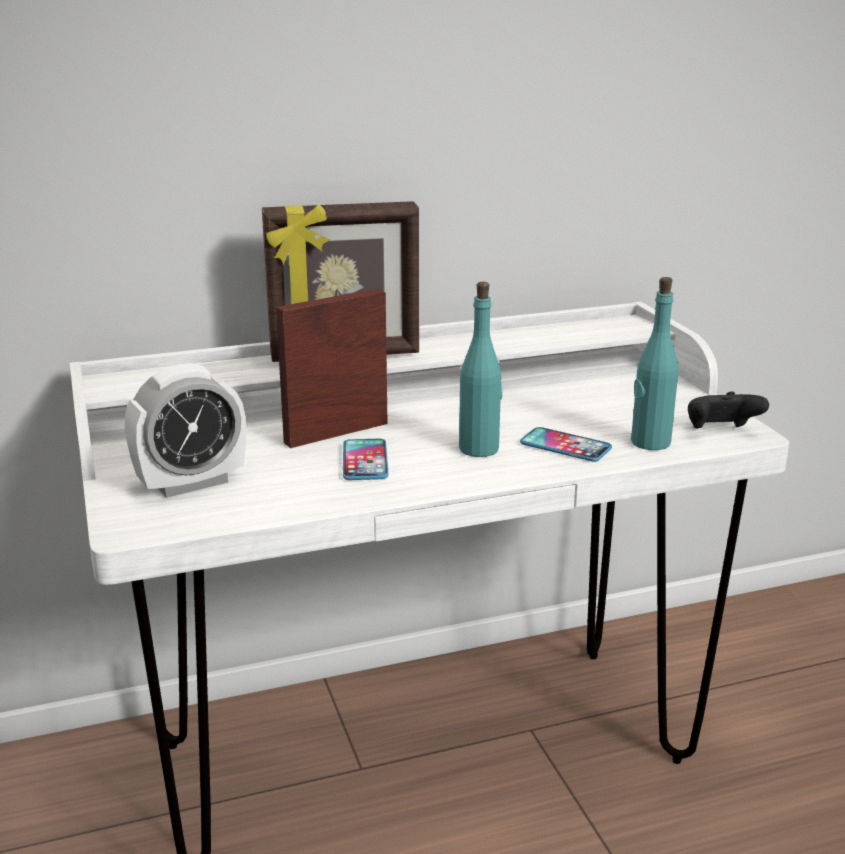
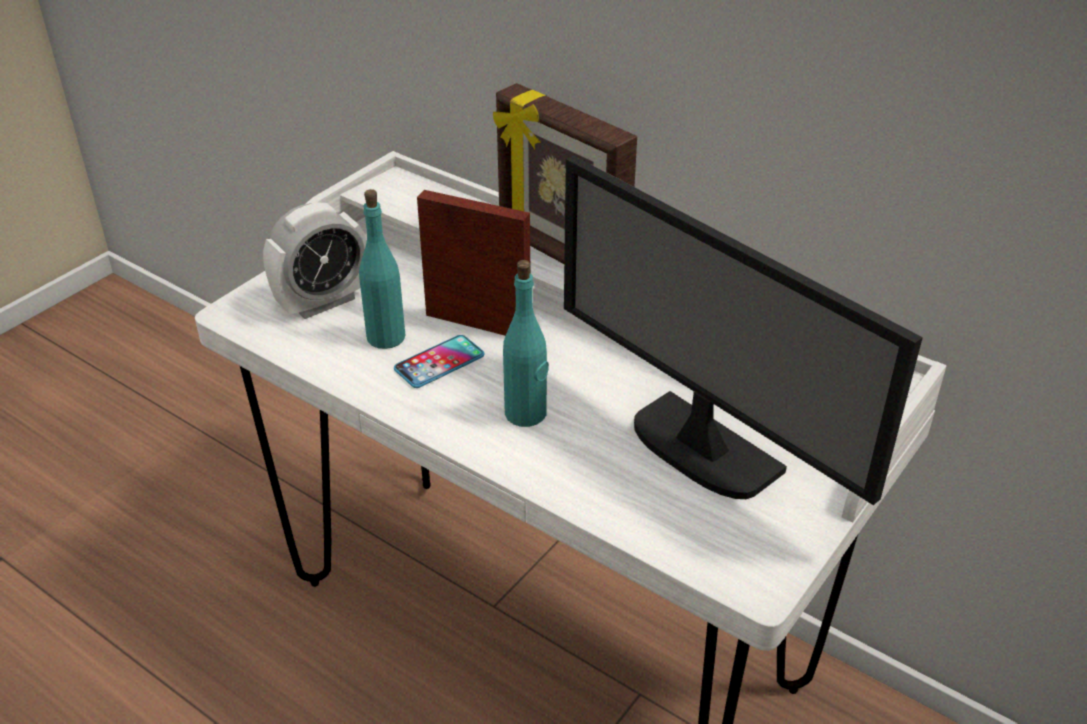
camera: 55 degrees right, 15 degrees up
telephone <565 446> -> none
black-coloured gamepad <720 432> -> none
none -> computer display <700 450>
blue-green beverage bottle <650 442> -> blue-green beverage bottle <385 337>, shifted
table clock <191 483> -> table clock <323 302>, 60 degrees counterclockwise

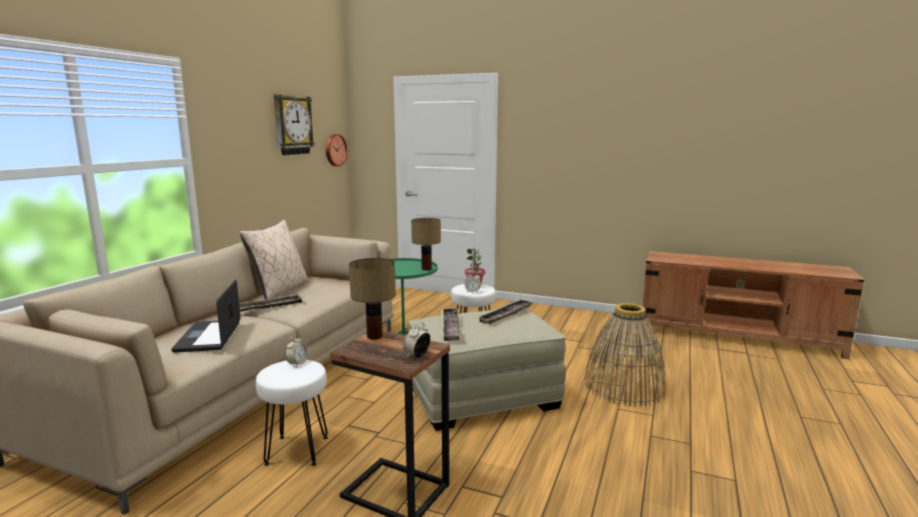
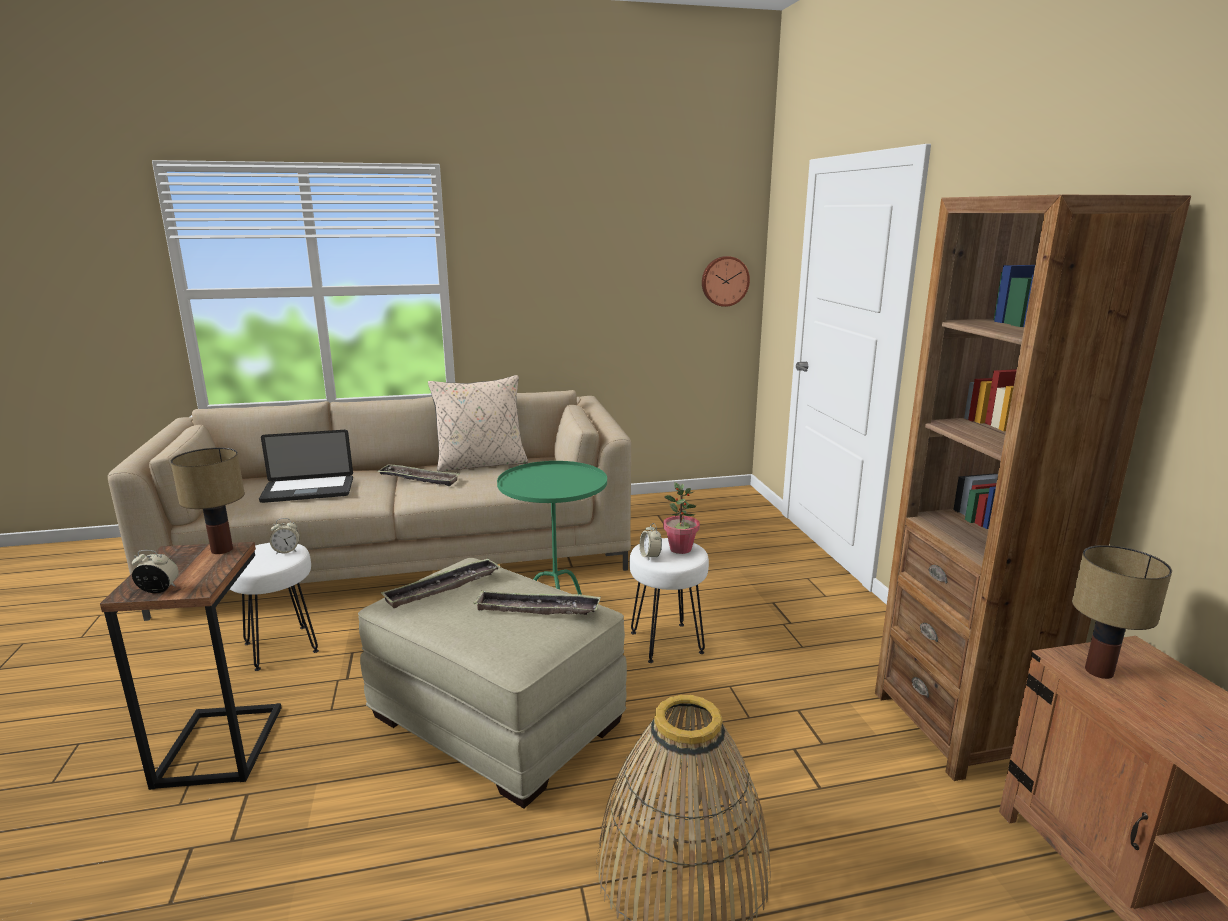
camera: 55 degrees right, 5 degrees up
hanging clock <292 125> -> none
none -> brown-coloured bookshelf <960 725>
table lamp <426 269> -> table lamp <1099 671>, shifted
portable computer <209 337> -> portable computer <308 490>, 150 degrees counterclockwise

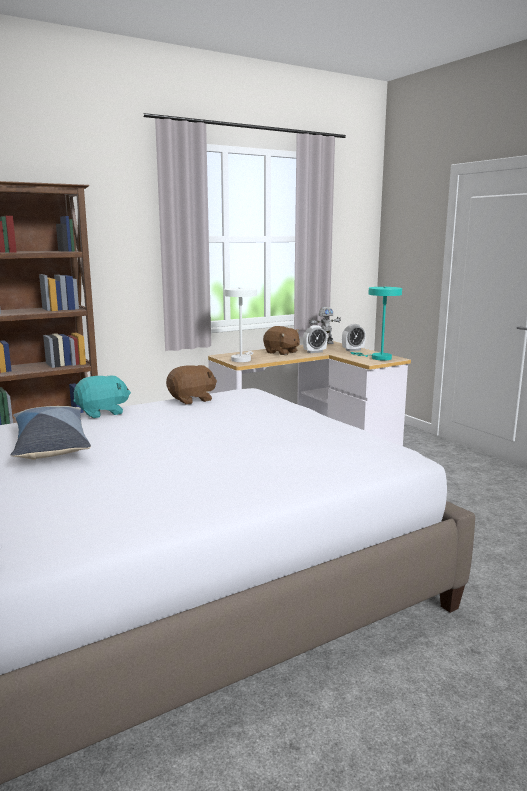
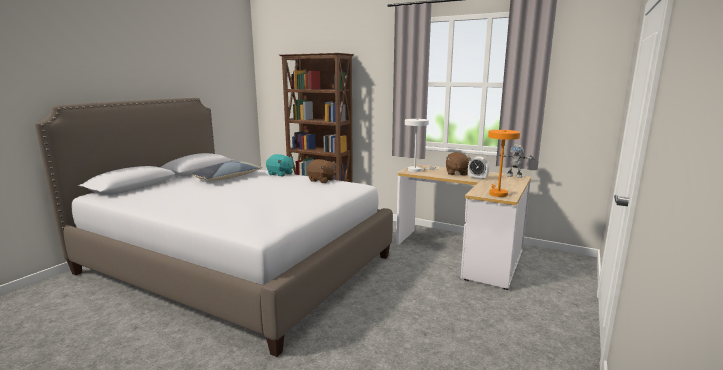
camera: 60 degrees right, 0 degrees up
table clock <353 350> -> none
blue-green table lamp <377 358> -> orange table lamp <497 193>

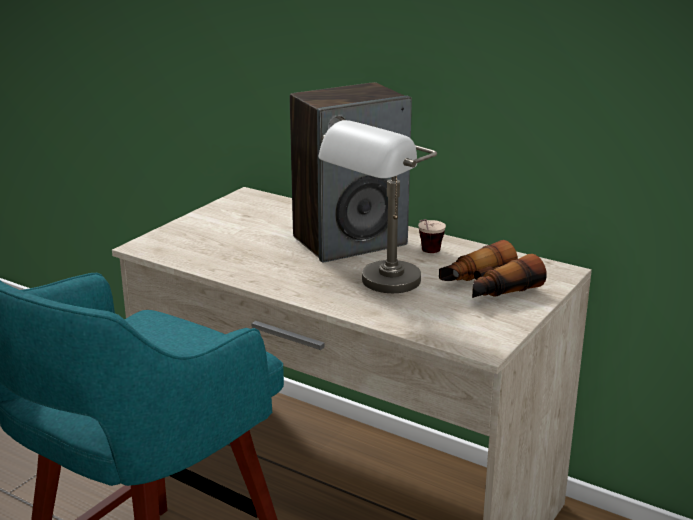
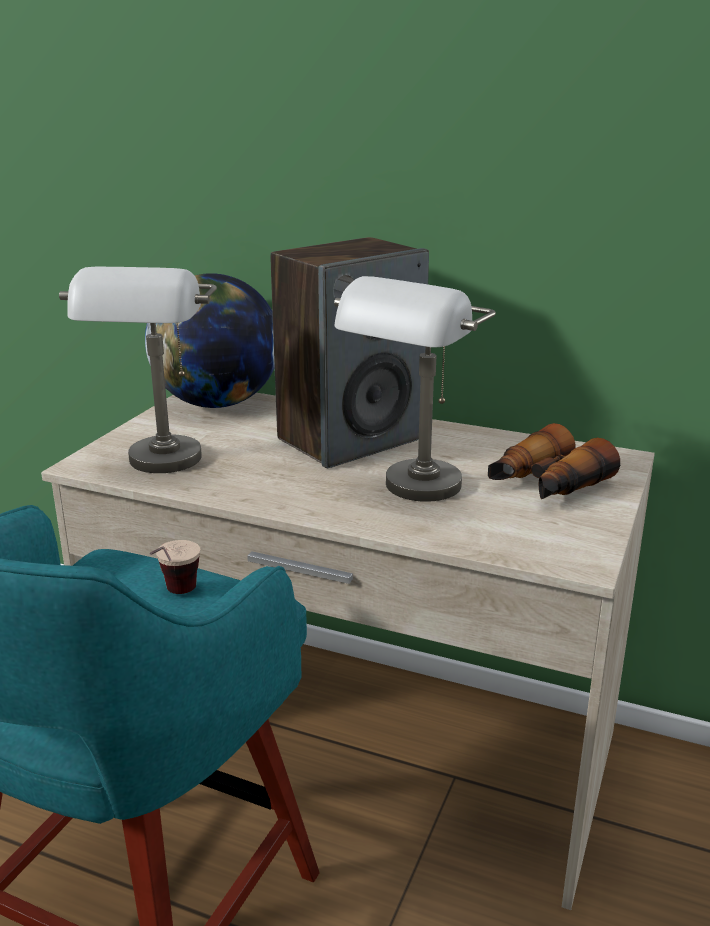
camera: 10 degrees left, 0 degrees up
none -> grey table lamp <161 469>
none -> globe <217 403>
drinking cup <427 254> -> drinking cup <174 596>, shifted

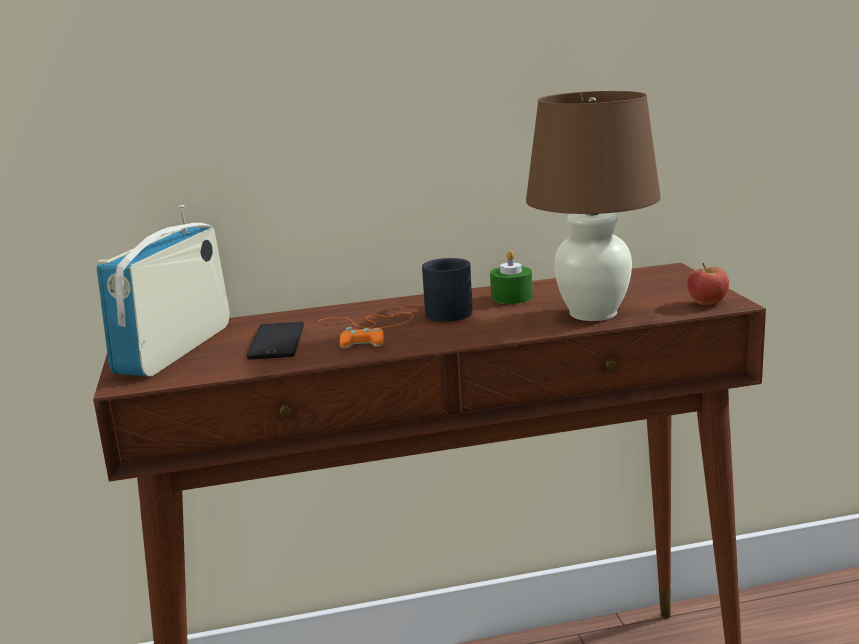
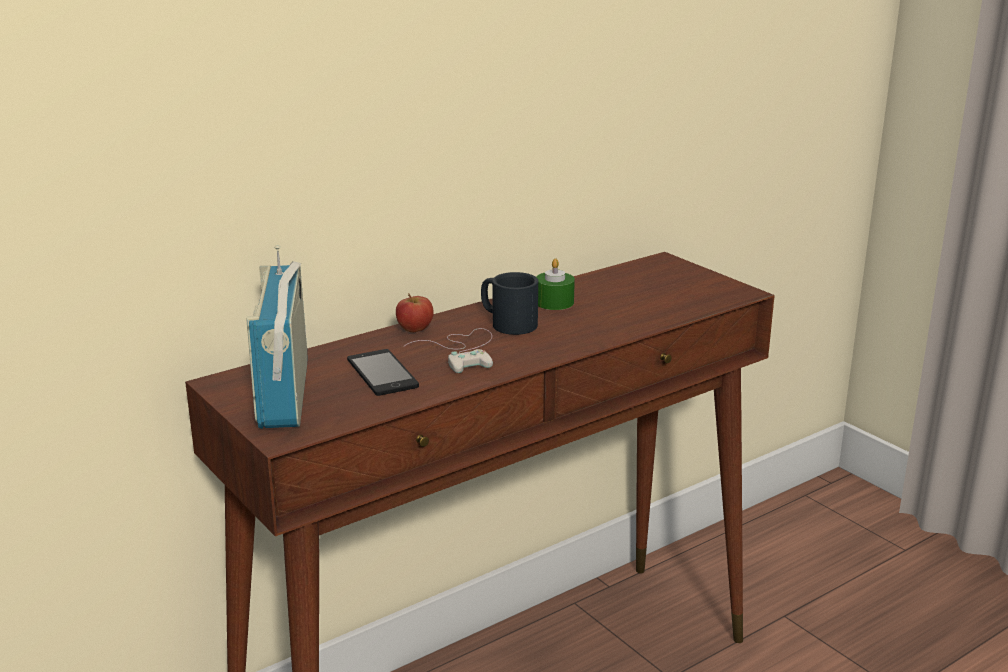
camera: 25 degrees left, 5 degrees up
brown-coloured table lamp <592 313> -> none
whole apple <707 303> -> whole apple <415 330>, shifted
orange gamepad <372 331> -> white gamepad <463 351>

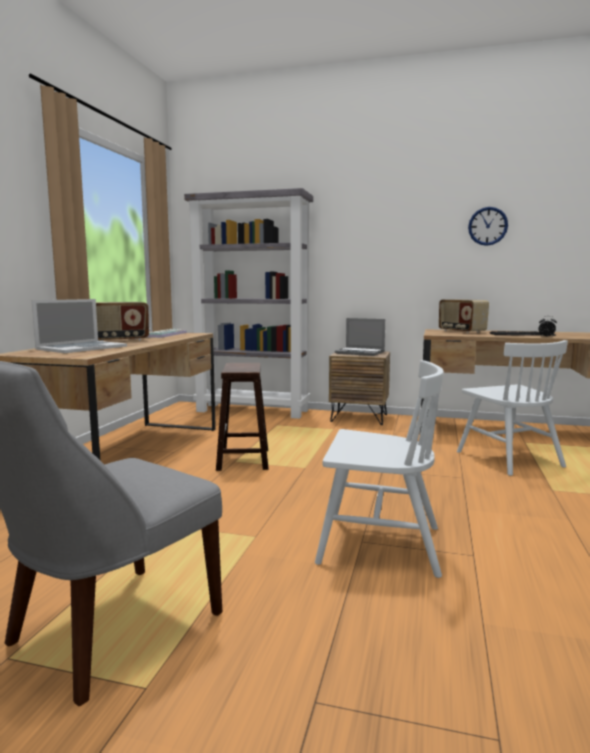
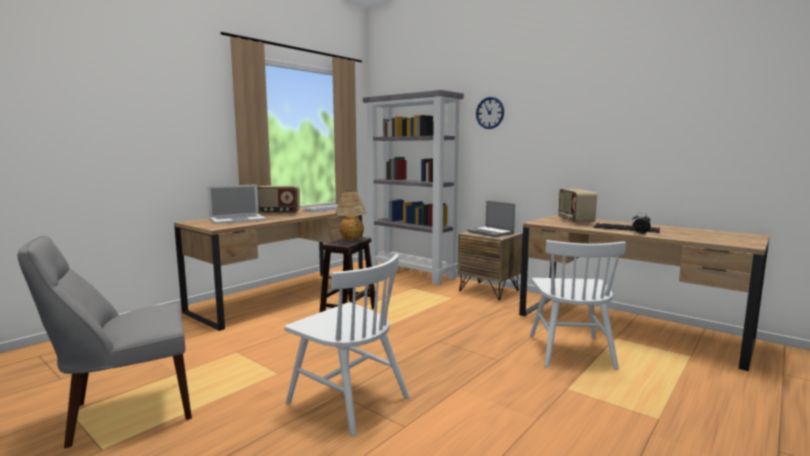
camera: 25 degrees right, 0 degrees up
none -> table lamp <351 240>
hanging clock <487 226> -> hanging clock <490 113>, shifted

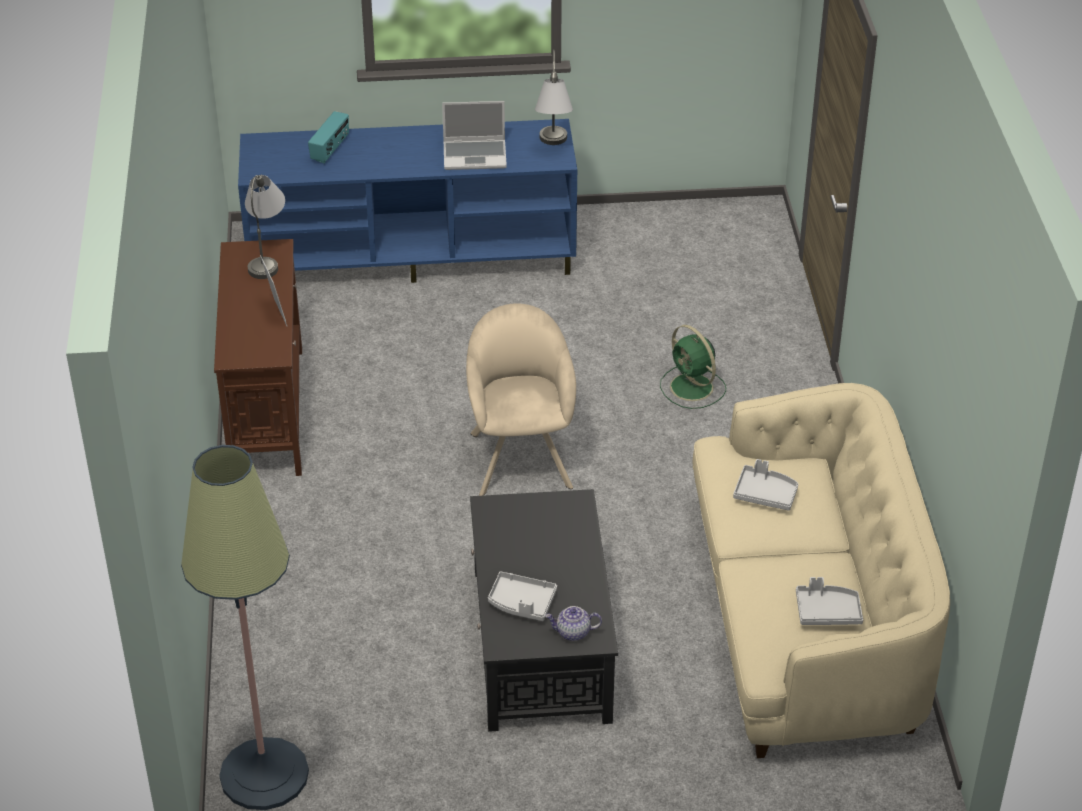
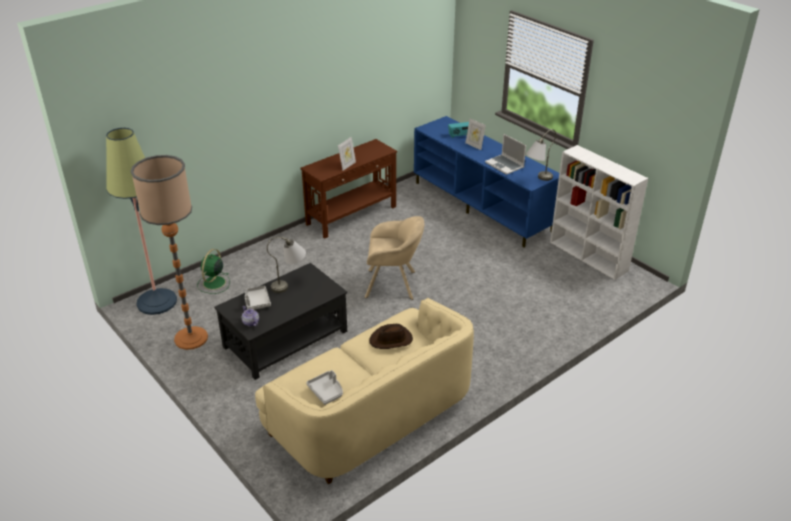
camera: 55 degrees right, 5 degrees down
none -> standing lamp <191 338>
none -> photo frame <474 146>
none -> white bookshelf <589 257>
grey table lamp <267 257> -> grey table lamp <290 284>, shifted
green-coloured cooling fan <693 388> -> green-coloured cooling fan <213 283>, shifted
grey carrying tray <765 494> -> brown-coloured hat <391 340>
beige armchair <520 455> -> beige armchair <394 284>, 45 degrees clockwise

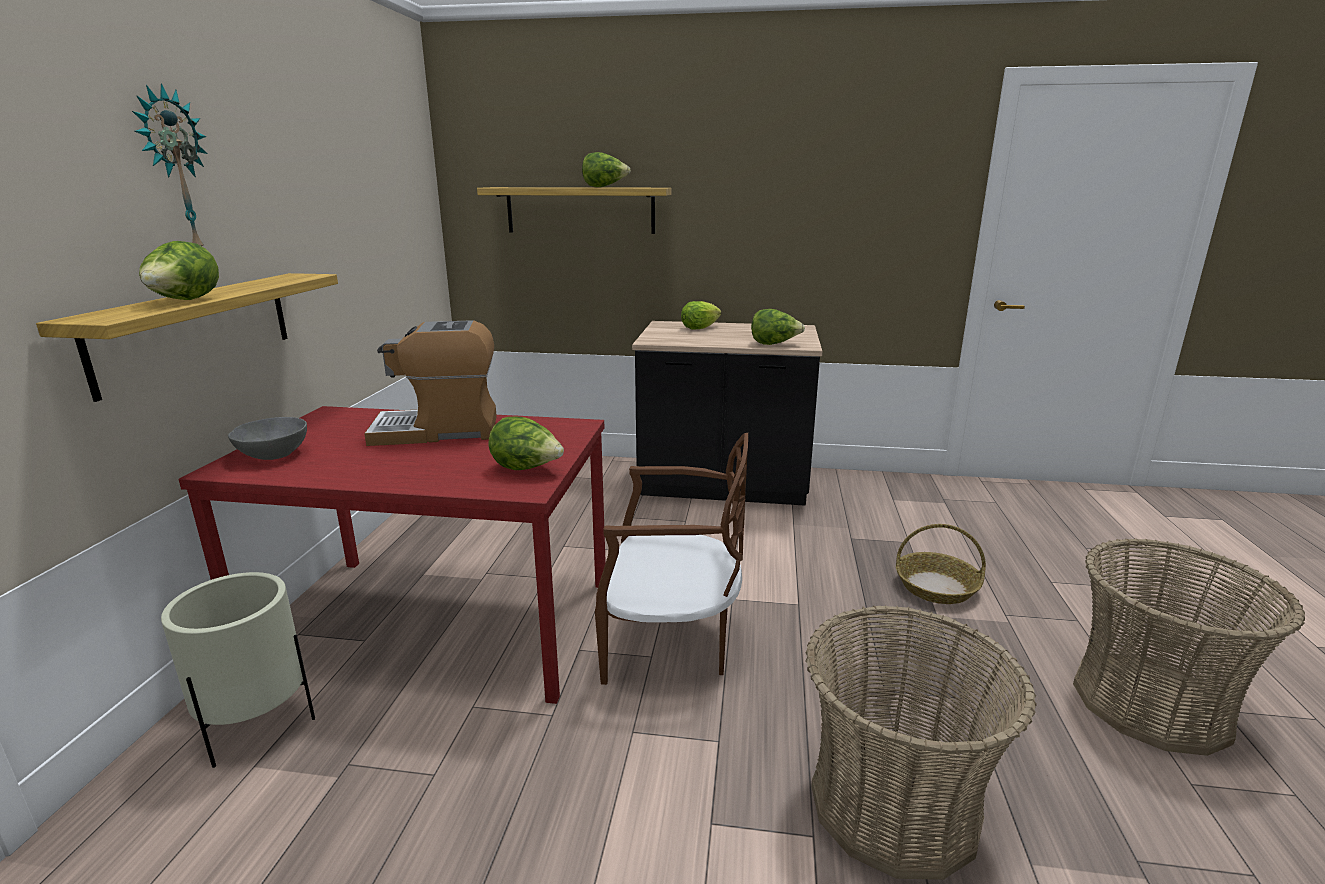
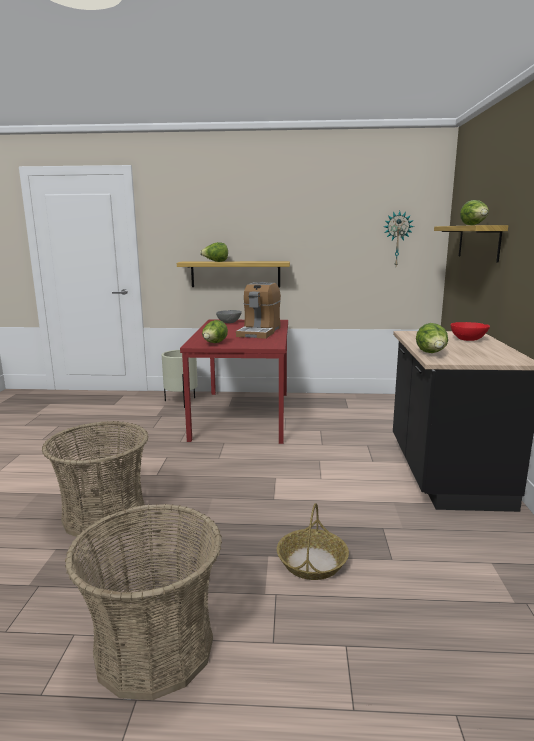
camera: 85 degrees right, 5 degrees down
brown-coloured upright chair <671 643> -> none
hanging clock <174 172> -> hanging clock <397 239>, shifted
lettuce head <699 328> -> reddish serving bowl <468 339>
coffee maker <438 431> -> coffee maker <259 332>, 150 degrees counterclockwise

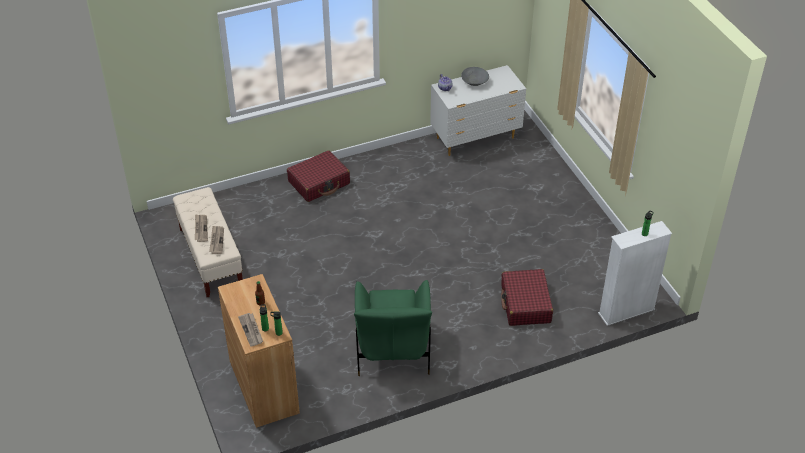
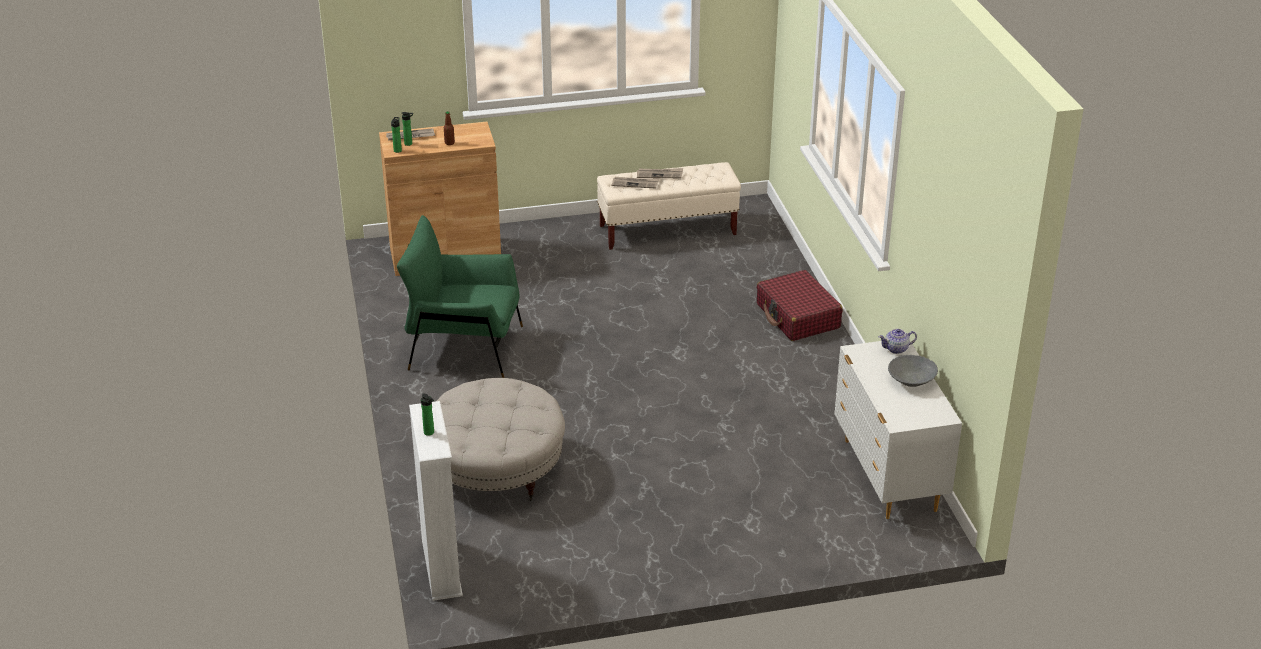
camera: 100 degrees right, 10 degrees down
reddish suitcase <525 304> -> beige pouffe <495 469>

